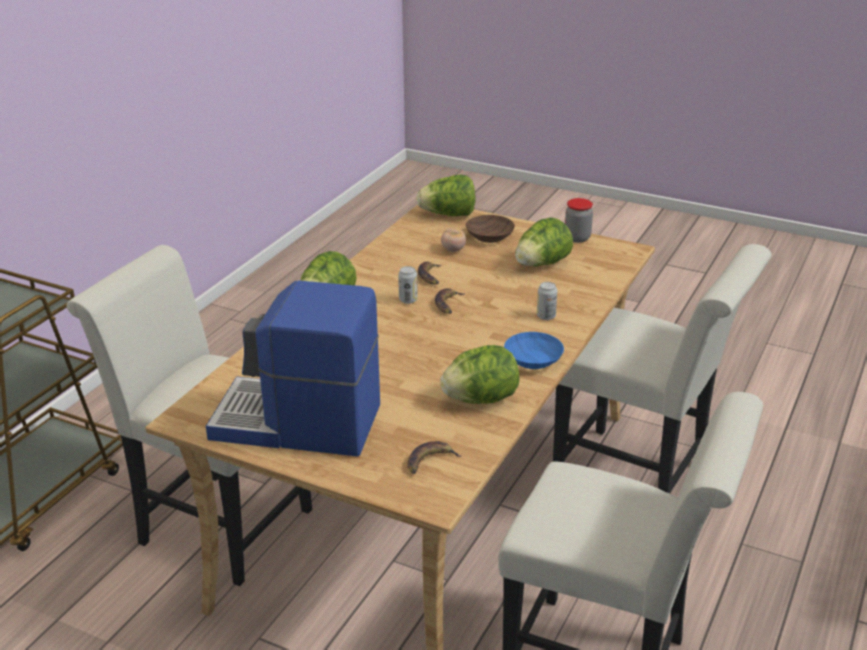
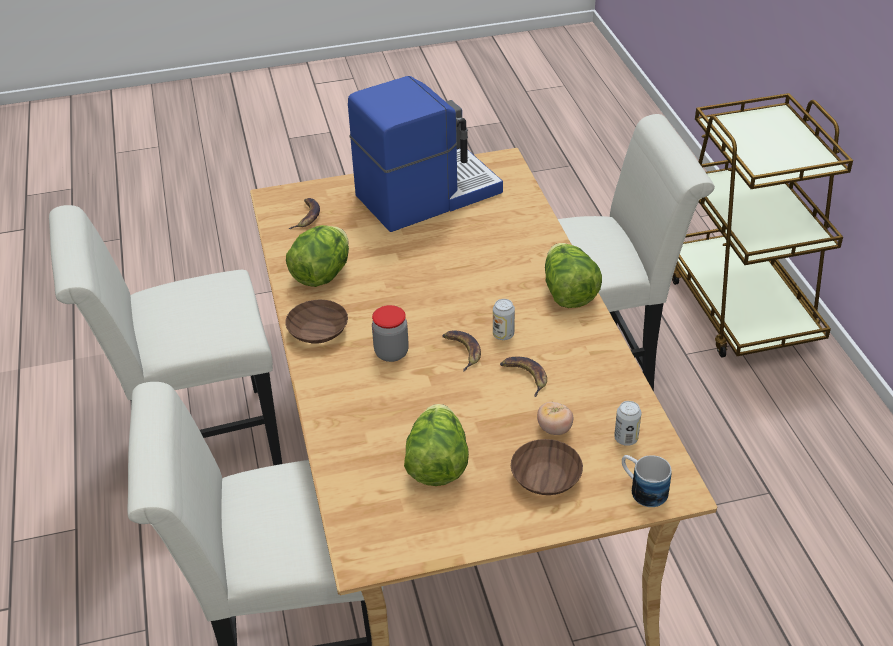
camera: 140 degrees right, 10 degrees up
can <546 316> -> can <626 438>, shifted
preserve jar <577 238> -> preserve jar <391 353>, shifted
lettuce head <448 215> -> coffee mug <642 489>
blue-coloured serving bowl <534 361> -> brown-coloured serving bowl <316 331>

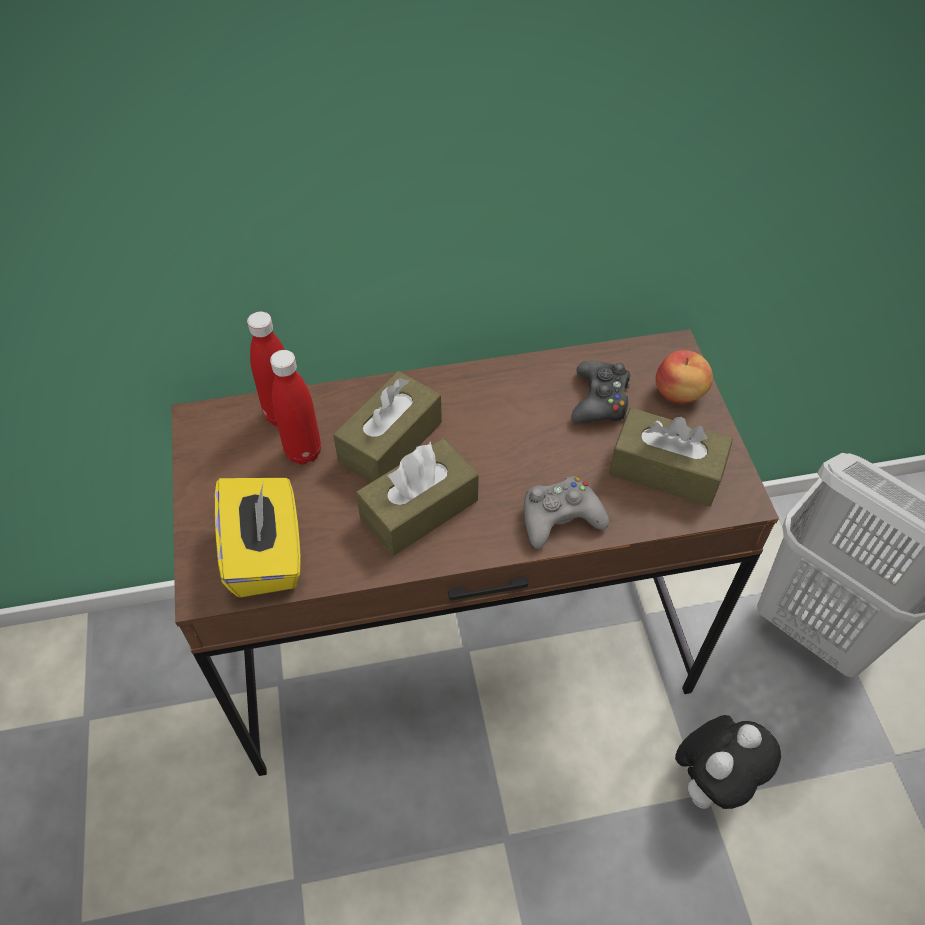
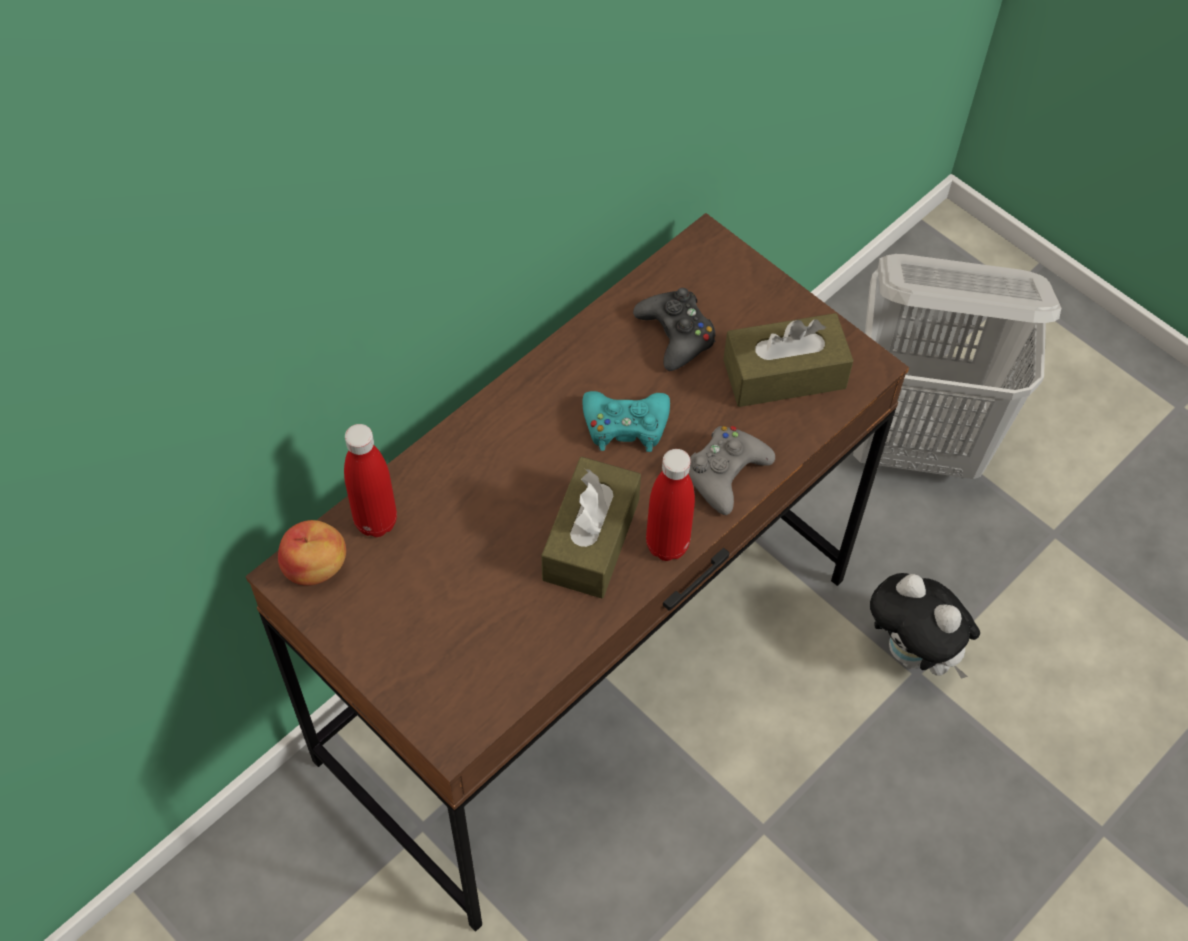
camera: 35 degrees left, 5 degrees up
yellow box of tissues <266 554> -> none
brown-coloured box of tissues <390 441> -> none
none -> blue-green gamepad <625 425>
reddish beverage bottle <303 452> -> reddish beverage bottle <667 545>, shifted
whole apple <679 394> -> whole apple <316 568>, shifted
cuddly toy <712 780> -> cuddly toy <913 653>, 120 degrees clockwise

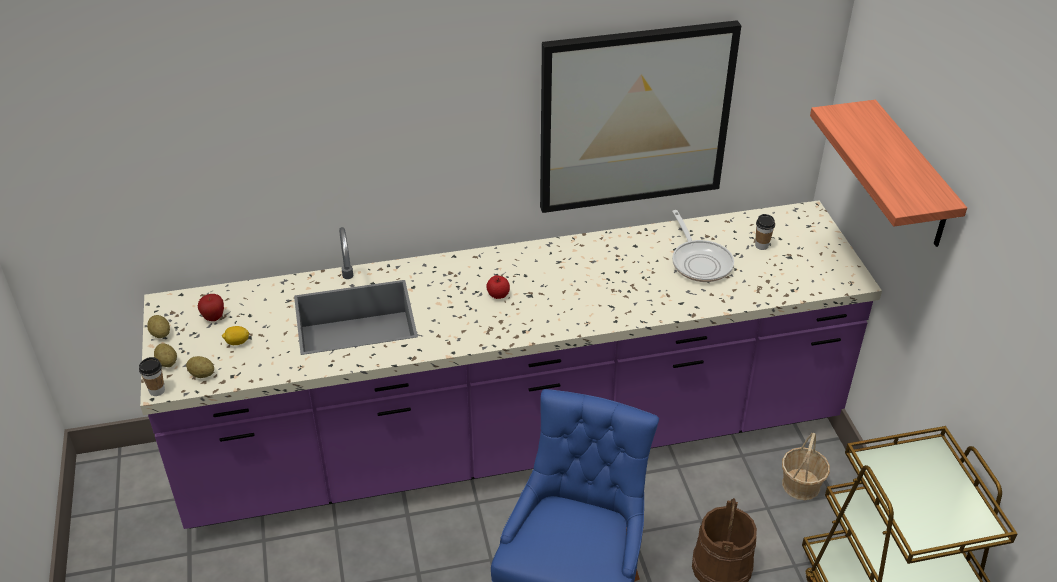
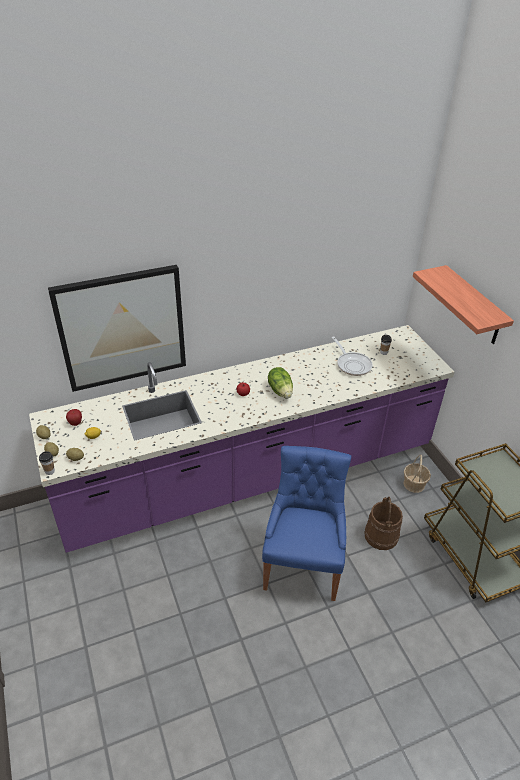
camera: 10 degrees left, 0 degrees up
none -> lettuce head <281 390>
picture <634 117> -> picture <122 328>, shifted

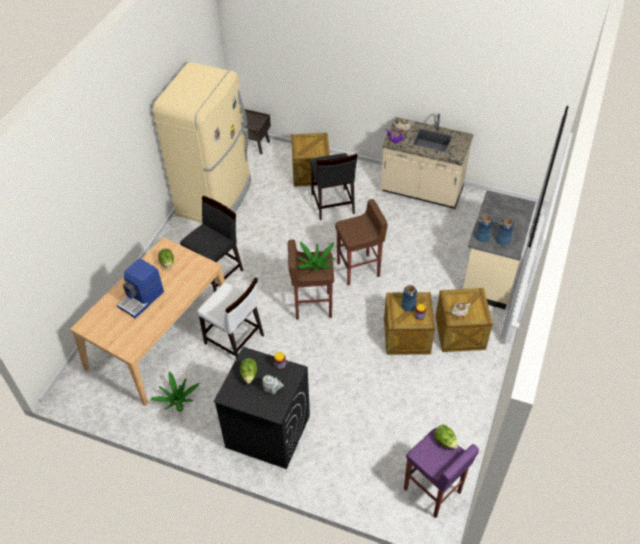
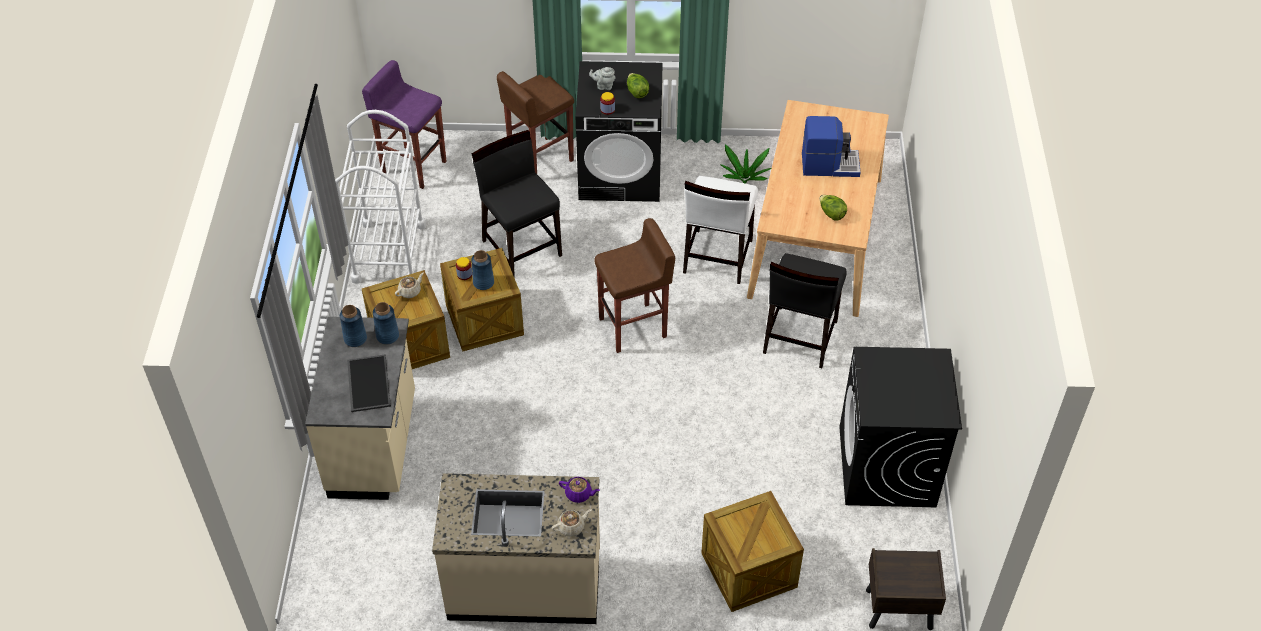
camera: 160 degrees right, 0 degrees up
potted plant <316 265> -> none
lettuce head <445 441> -> none
none -> white wheeled cart <389 252>
none -> carrying tray <367 383>
black-coloured upright chair <332 204> -> black-coloured upright chair <522 247>, shifted
brown-coloured stool <359 270> -> brown-coloured stool <539 159>, shifted
beige kitchen fridge <216 197> -> black-coloured laundry appliance <887 467>
coffee maker <142 299> -> coffee maker <829 164>, 75 degrees clockwise
white upright chair <234 340> -> white upright chair <717 257>, 90 degrees counterclockwise

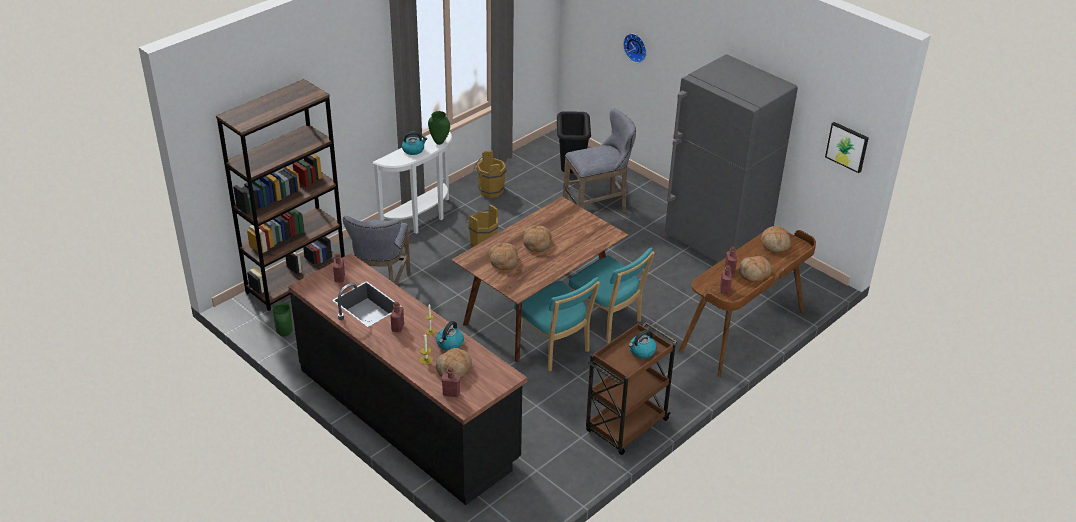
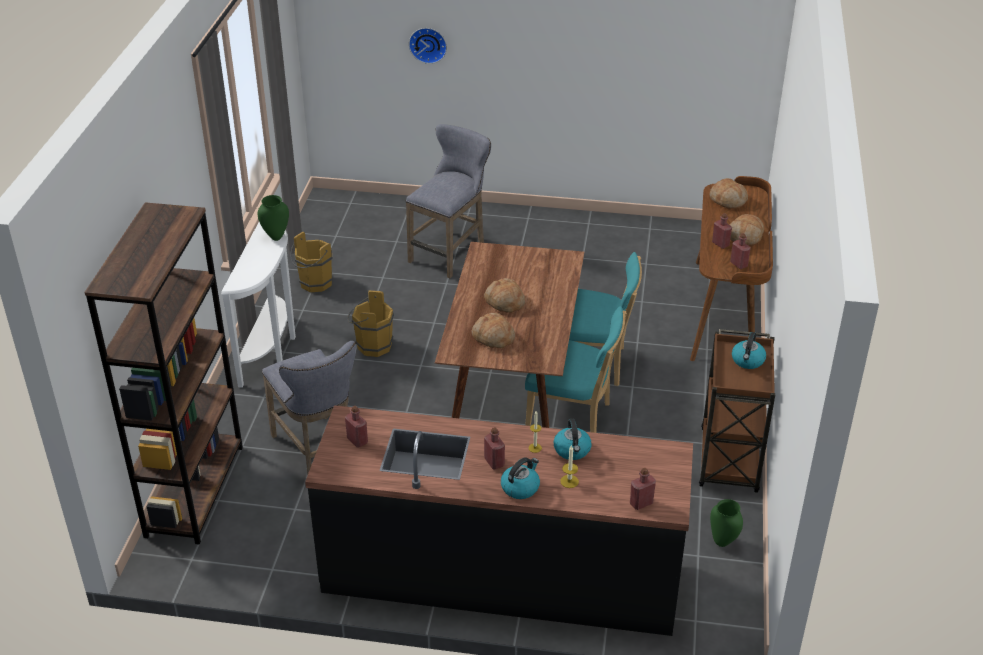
camera: 35 degrees left, 0 degrees up
bread <454 369> -> none
black-coloured waste bin <571 172> -> none
grey kitchen fridge <716 243> -> none
picture <847 146> -> none
green-coloured decorative vase <284 333> -> green-coloured decorative vase <722 542>, shifted
water kettle <413 150> -> water kettle <520 487>, shifted

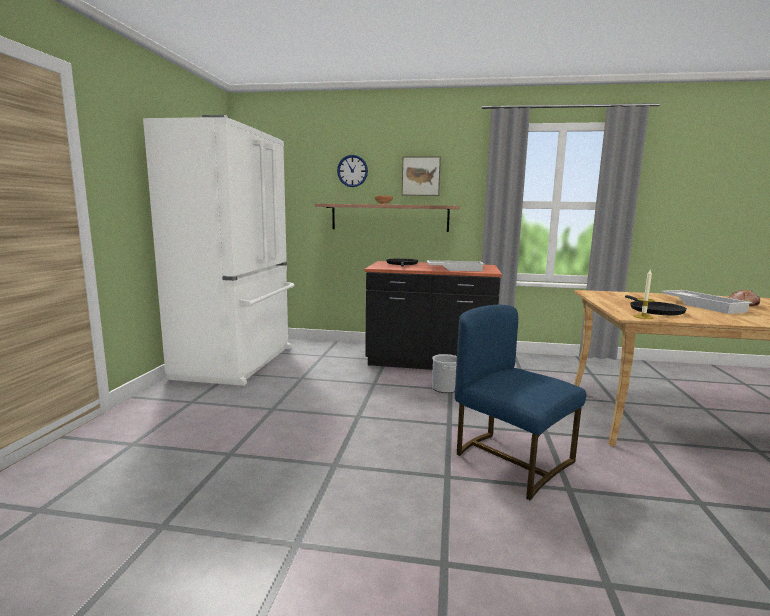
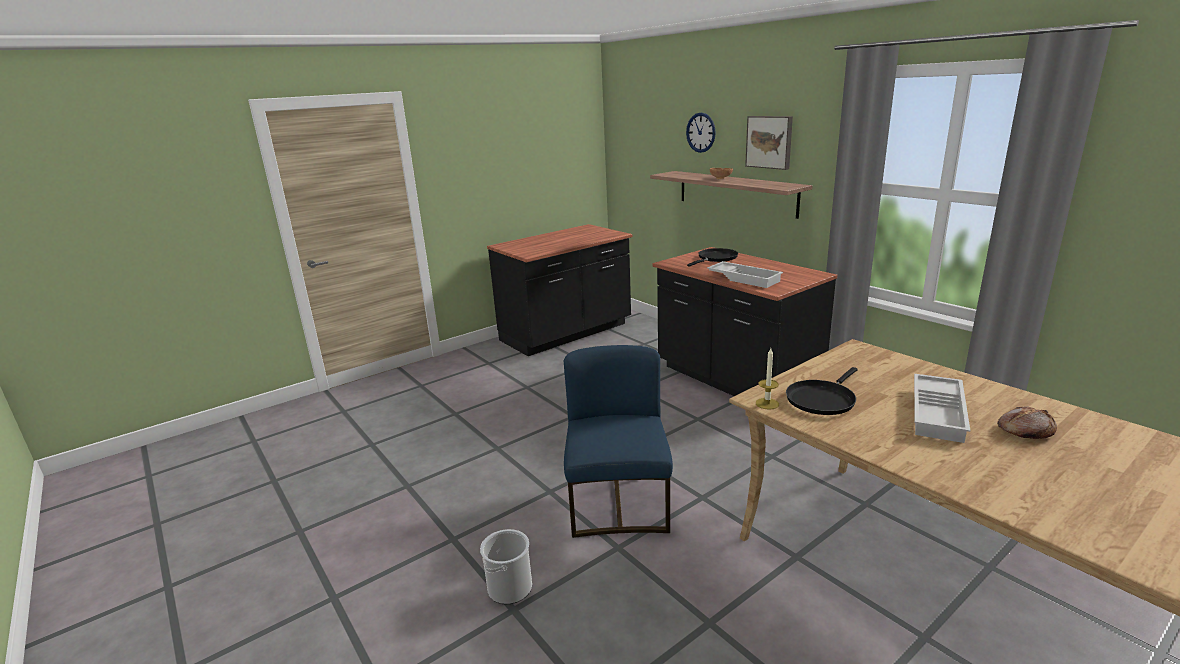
camera: 45 degrees right, 10 degrees up
pail <444 388> -> pail <510 588>, shifted
white kitchen fridge <238 362> -> black-coloured counter <567 333>

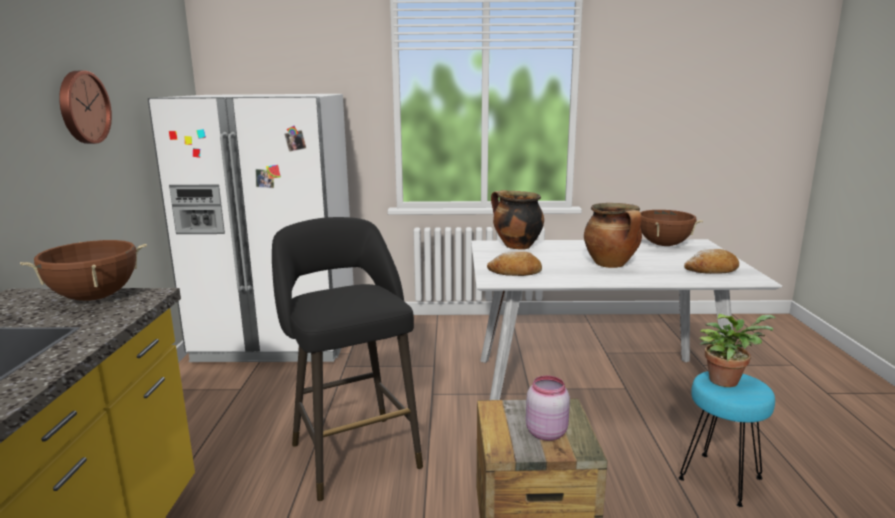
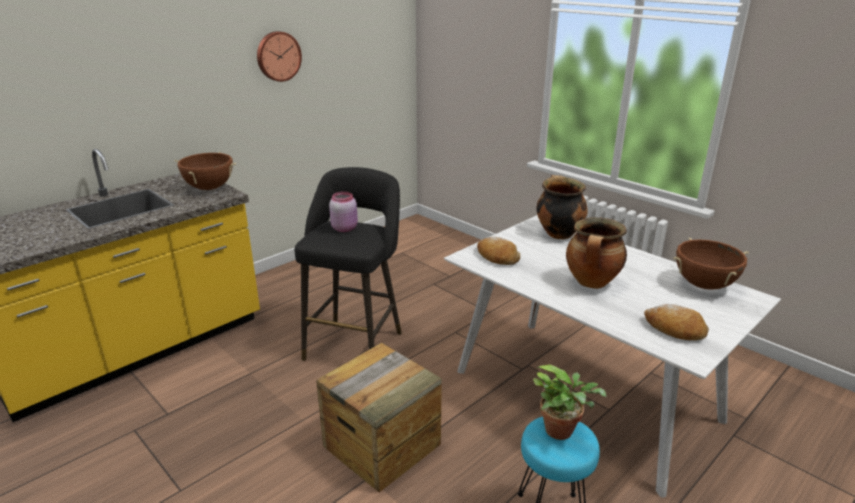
camera: 45 degrees right, 10 degrees up
white kitchen fridge <278 338> -> none
pink-coloured preserve jar <546 432> -> pink-coloured preserve jar <345 228>, shifted

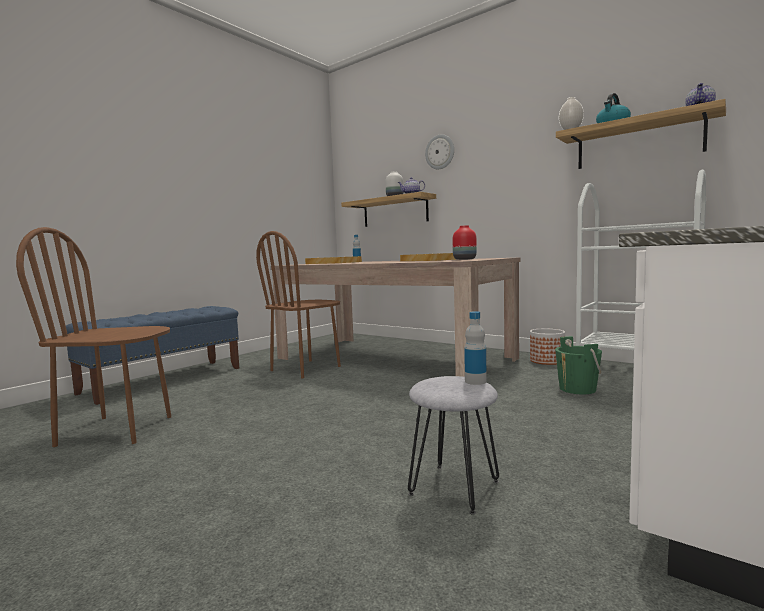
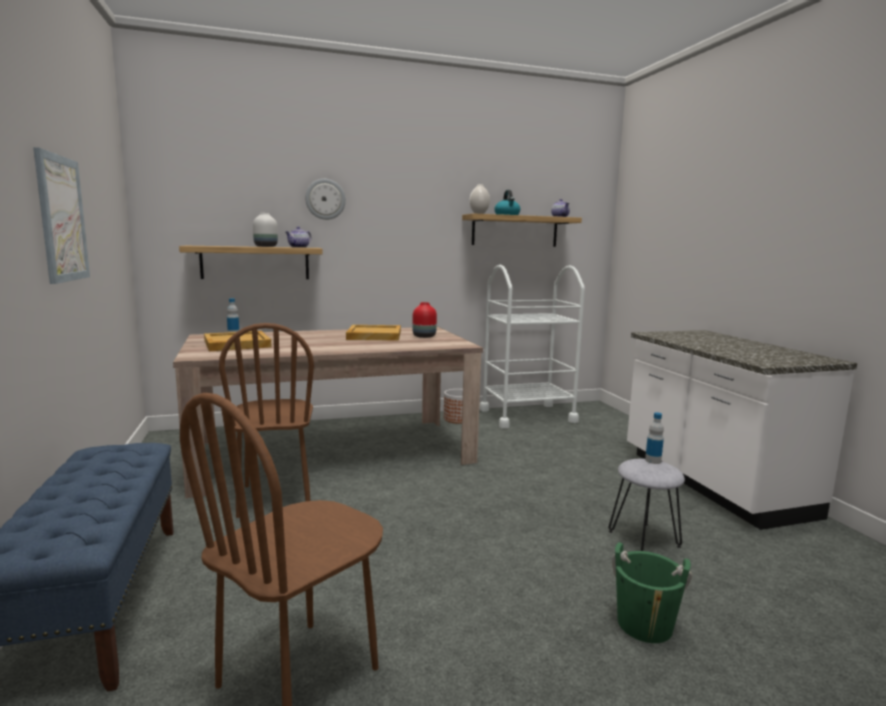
camera: 55 degrees left, 5 degrees up
none -> picture <62 219>
green-coloured pail <577 389> -> green-coloured pail <644 625>, shifted

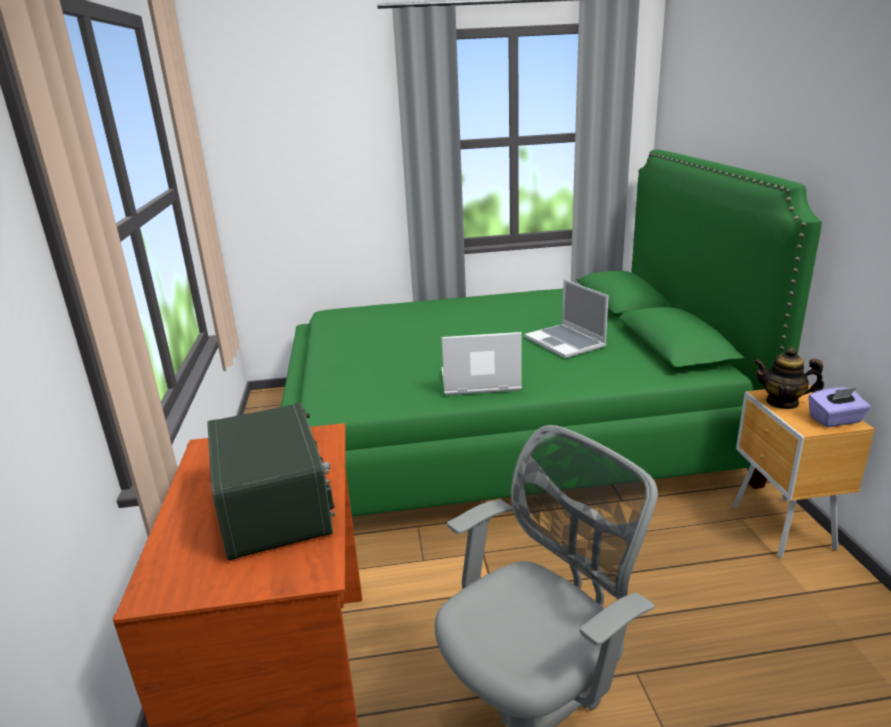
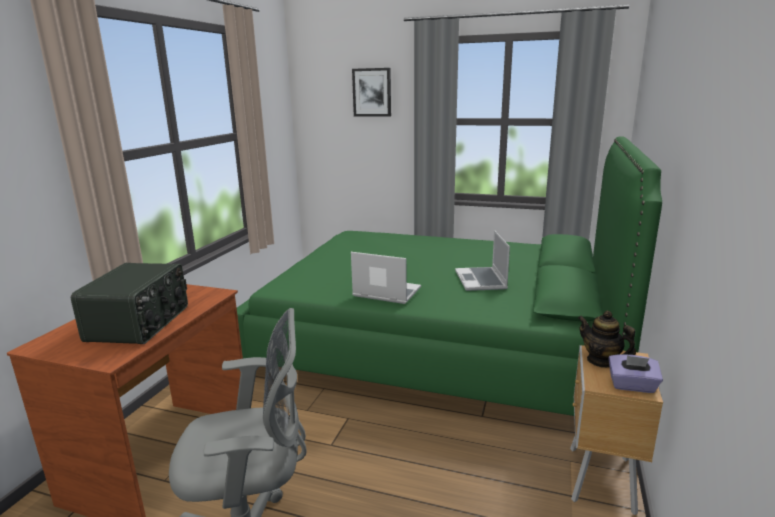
camera: 25 degrees right, 5 degrees down
none -> picture <372 92>

